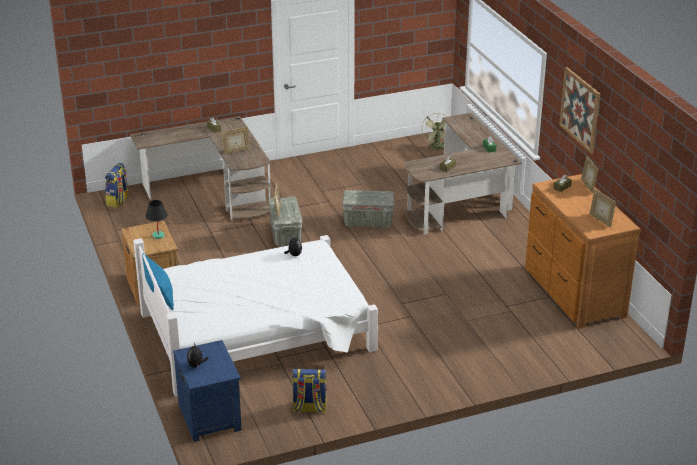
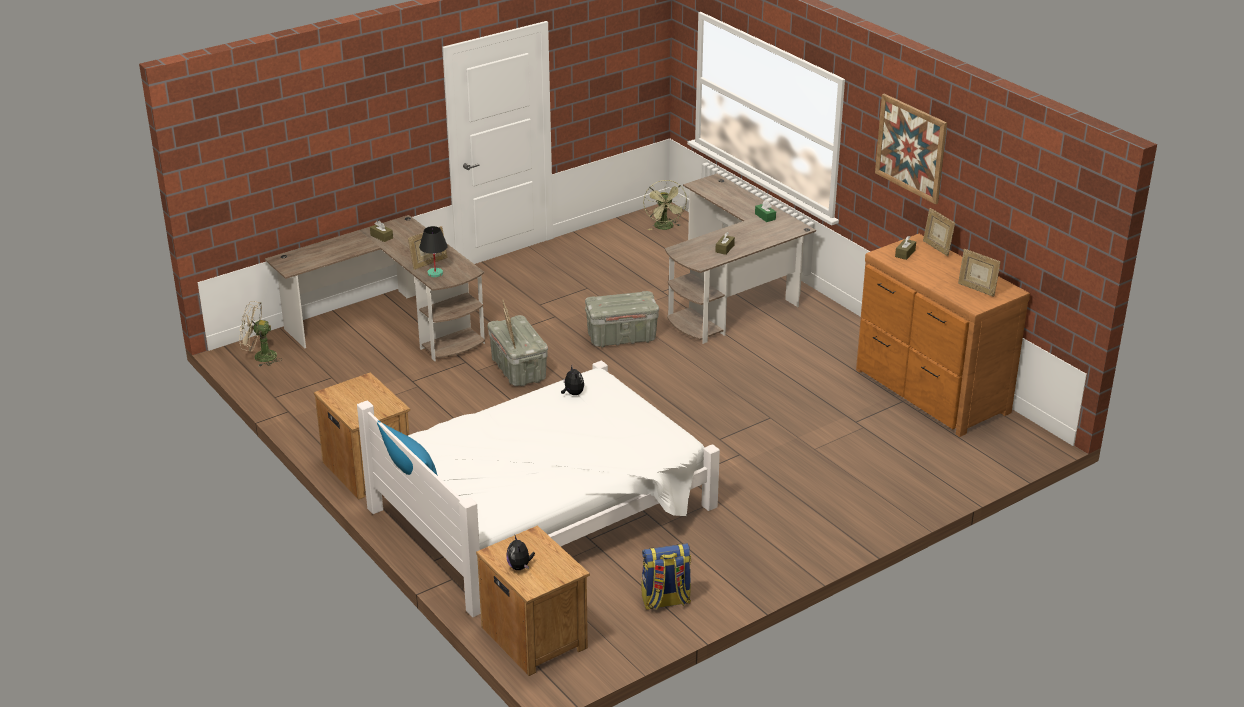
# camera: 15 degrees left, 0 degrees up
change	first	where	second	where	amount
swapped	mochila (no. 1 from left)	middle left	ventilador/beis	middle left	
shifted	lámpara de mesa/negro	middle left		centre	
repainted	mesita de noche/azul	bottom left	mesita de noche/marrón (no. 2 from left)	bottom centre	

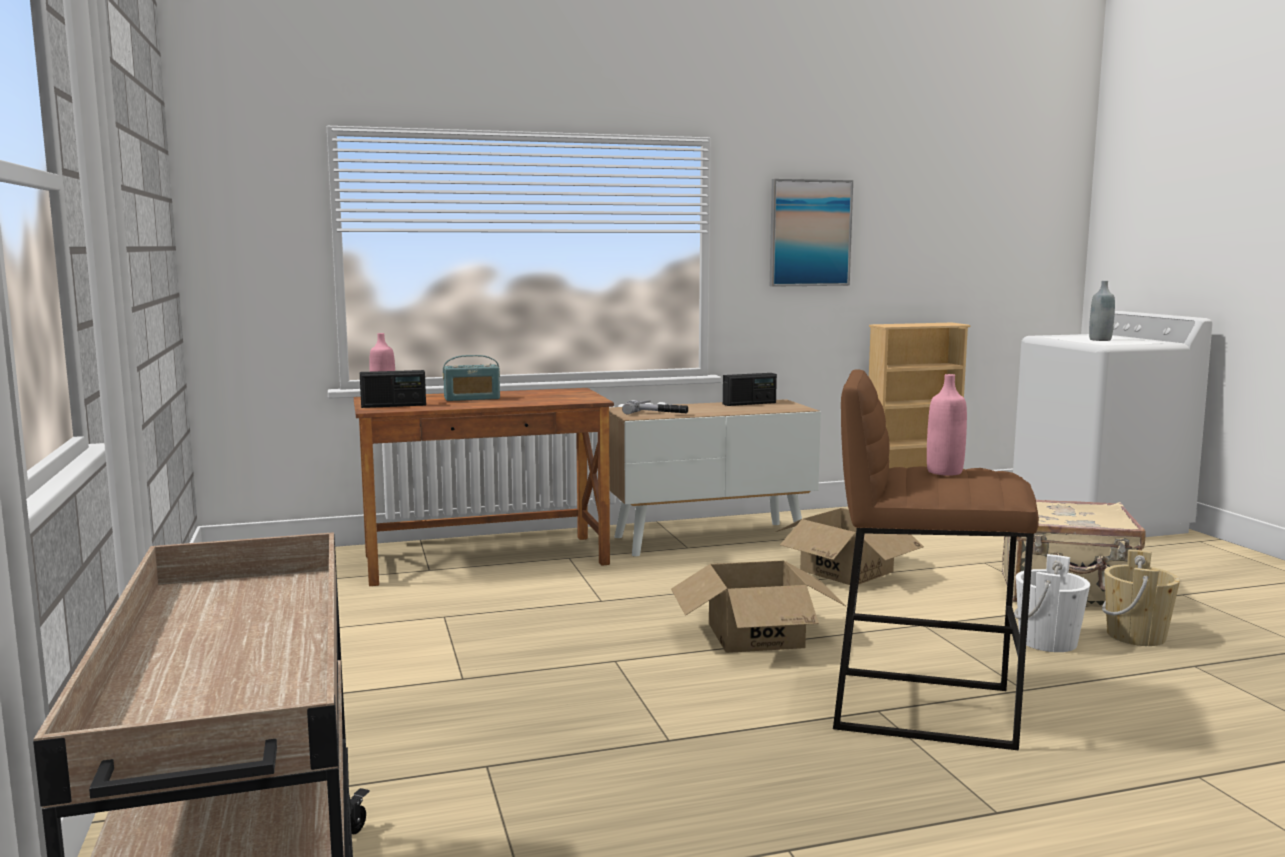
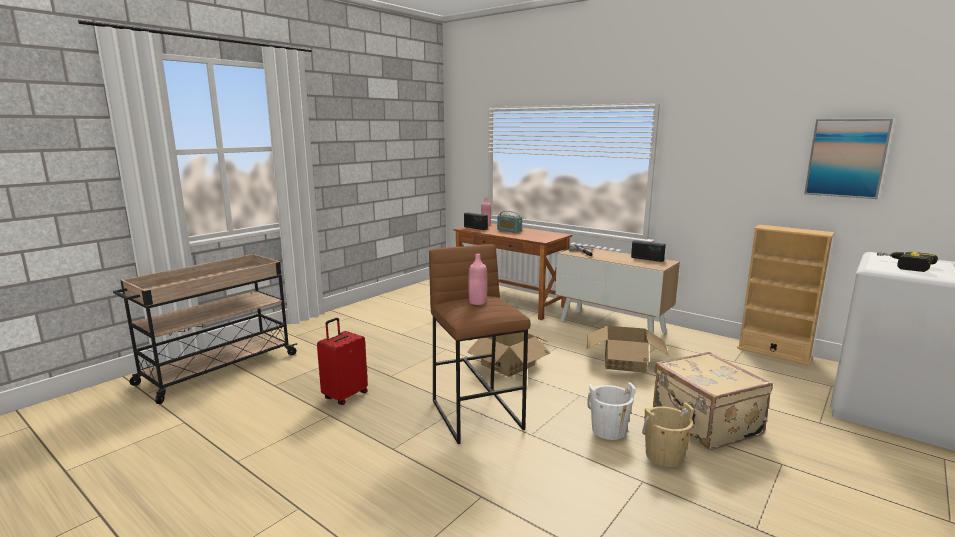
# camera: 55 degrees right, 5 degrees up
change	first	where	second	where	amount
new			maleta/rojo	bottom centre	
shifted	cuadro	top centre		top right	
swapped	botella/gris	middle right	taladro	middle right	

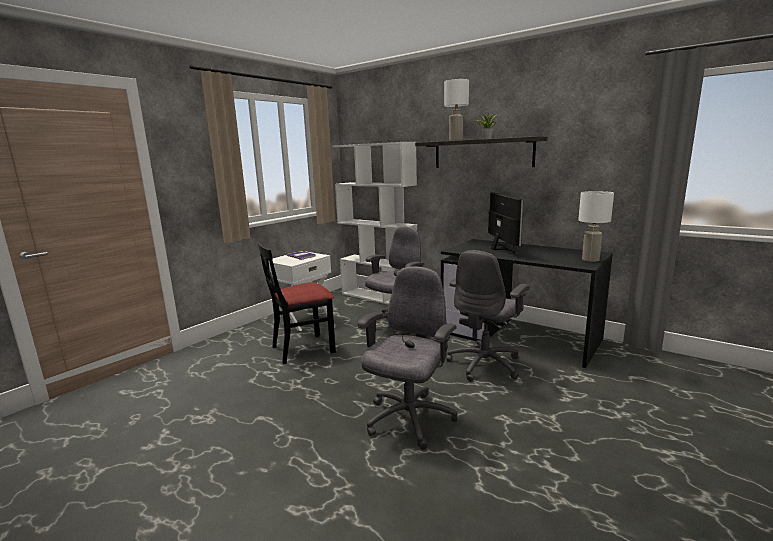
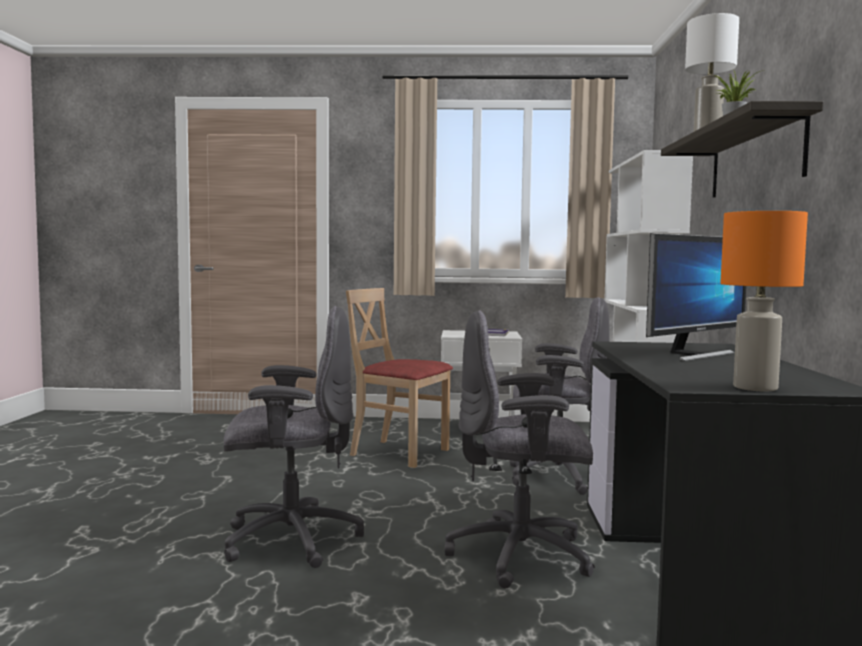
# camera: 55 degrees right, 10 degrees down
change	first	where	second	where	amount
repainted	silla/negro	centre	silla/beis	centre	
repainted	lámpara de mesa/blanco (no. 2 from left)	middle right	lámpara de mesa/naranja	middle right	

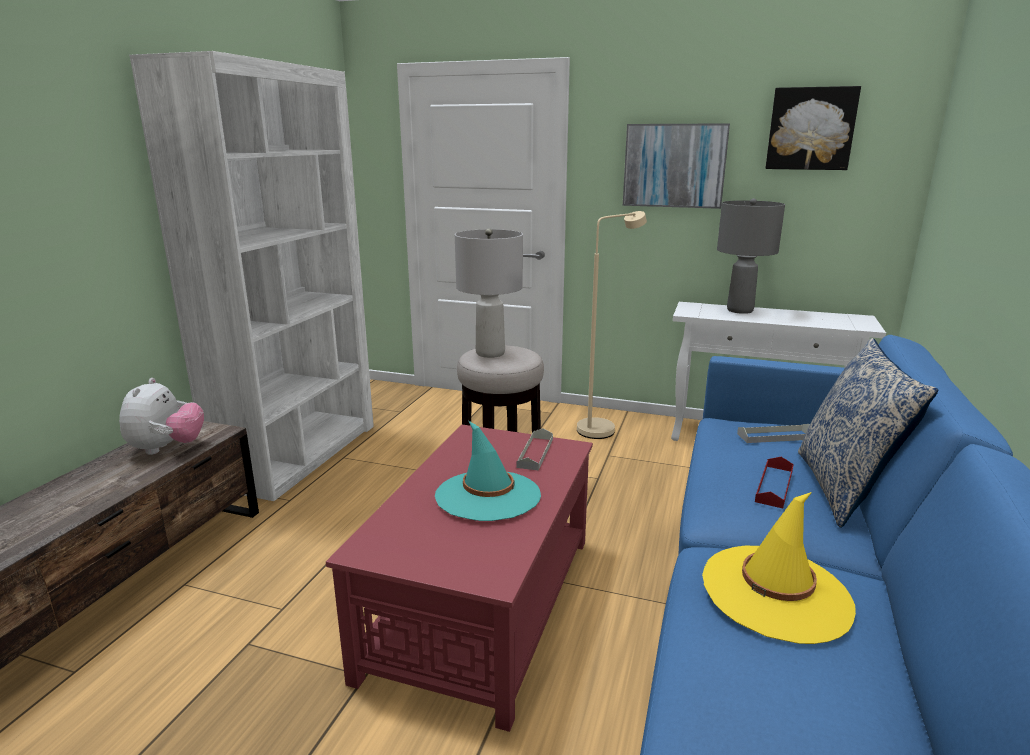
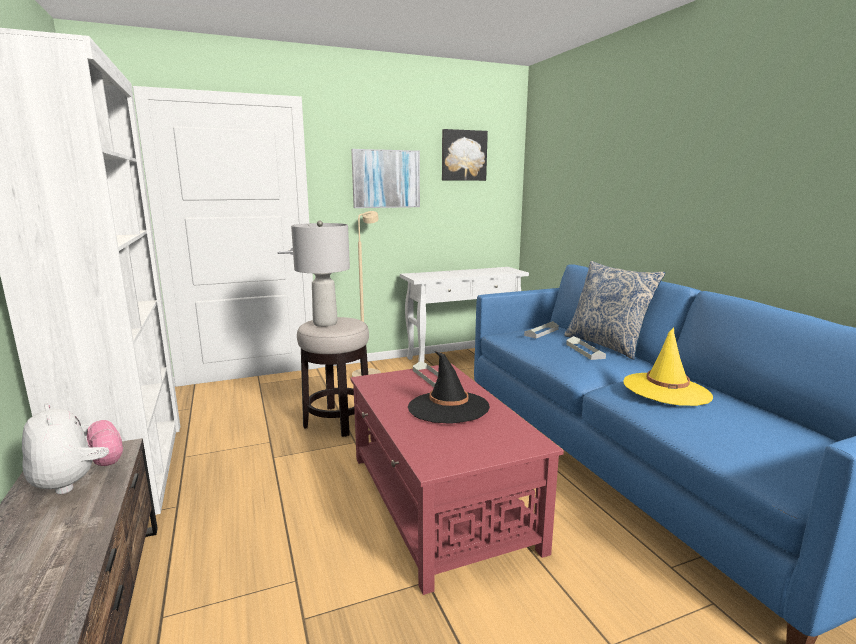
# camera: 40 degrees left, 5 degrees down
change	first	where	second	where	amount
repainted	sombrero/turquesa	centre	sombrero/negro	centre	
repainted	bandeja/rojo	middle right	bandeja/gris (no. 3 from left)	middle right	
gone	lámpara de mesa/gris (no. 2 from left)	middle right			

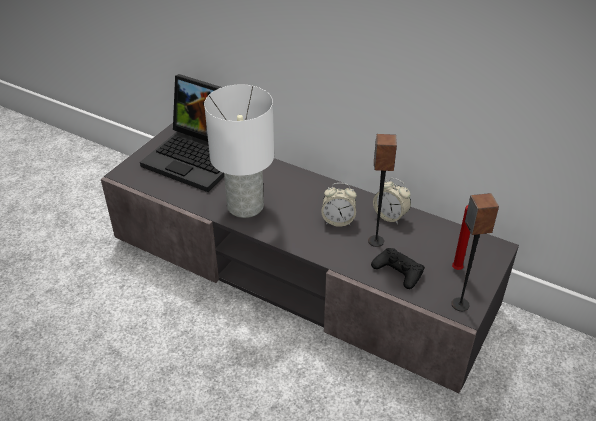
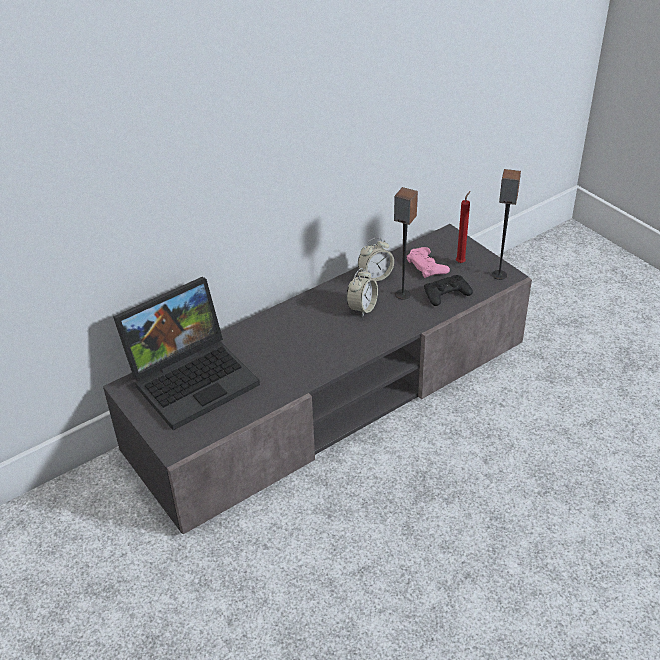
# camera: 65 degrees left, 0 degrees up
change	first	where	second	where	amount
new			mando de consola/rosa	centre	
gone	lámpara de mesa/blanco	centre			

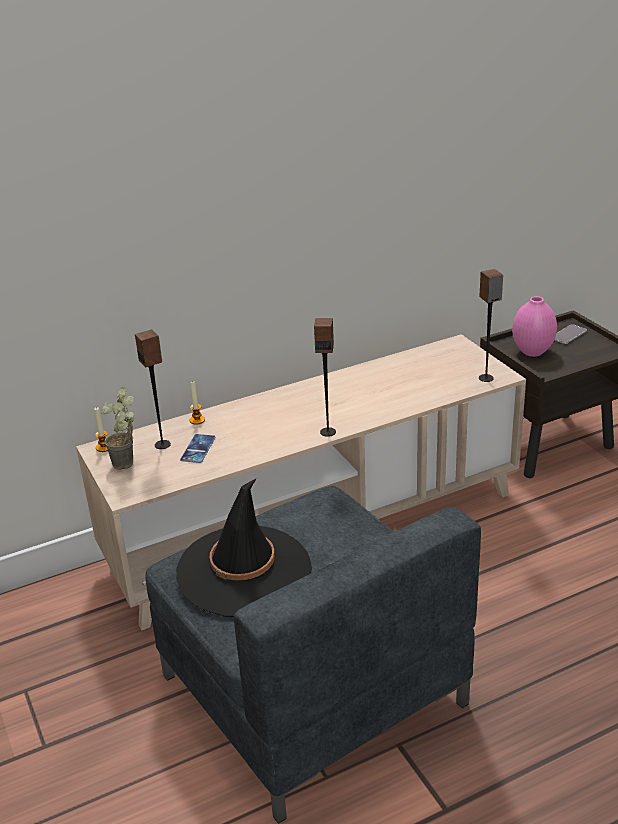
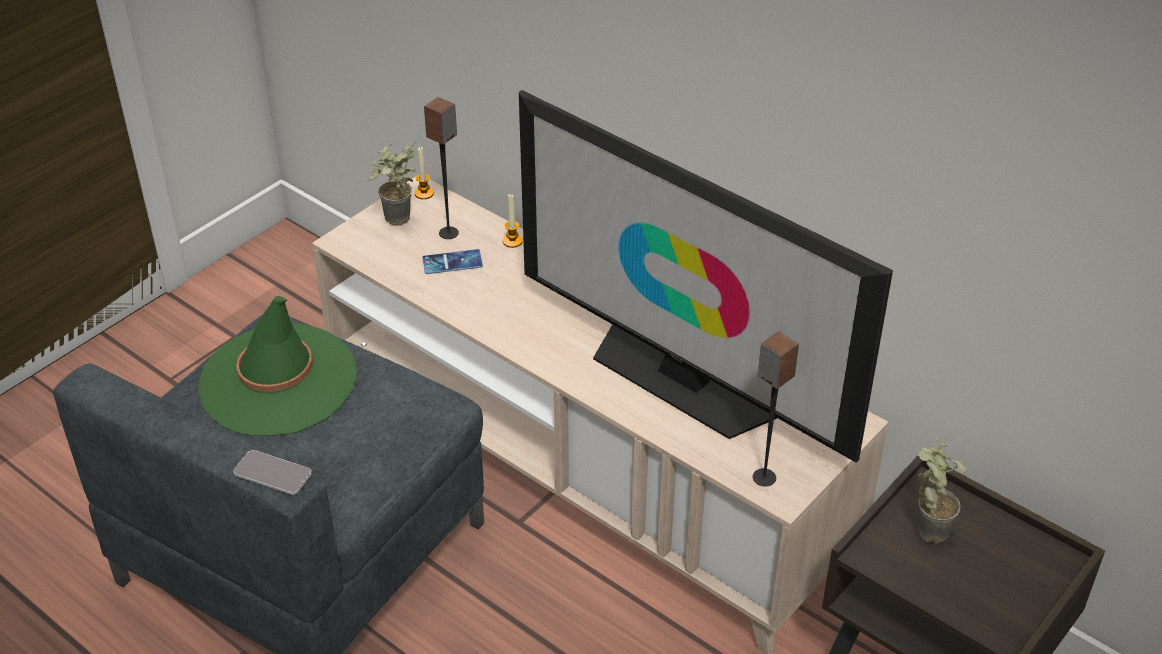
# camera: 65 degrees right, 10 degrees up
change	first	where	second	where	amount
repainted	sombrero/negro	centre	sombrero/verde	middle left	
shifted	móvil (no. 2 from left in the first image)	middle right	móvil (no. 1 from left)	bottom left	
new			televisor	centre	
swapped	florero/rosa	middle right	planta en maceta (no. 2 from left)	bottom right	
gone	altavoz (no. 2 from left)	centre			

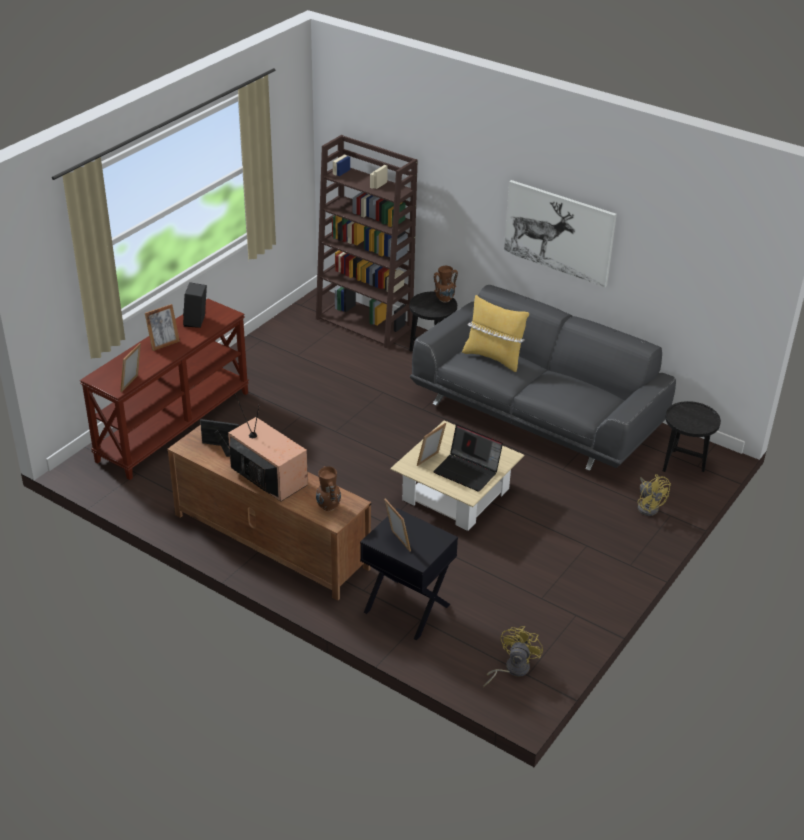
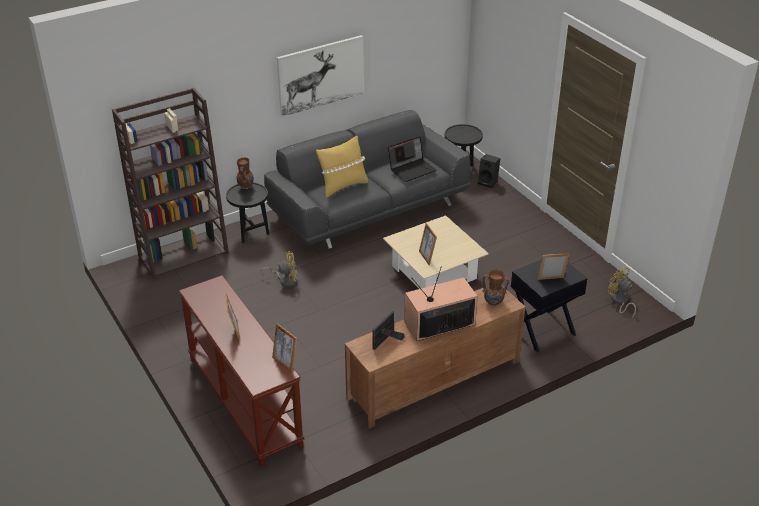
# camera: 65 degrees left, 0 degrees up
change	first	where	second	where	amount
shifted	ventilador/amarillo (no. 2 from left in the first image)	middle right	ventilador/amarillo (no. 1 from left)	centre	
shifted	portátil	centre		top centre	
shifted	altavoz/negro	middle left		centre	

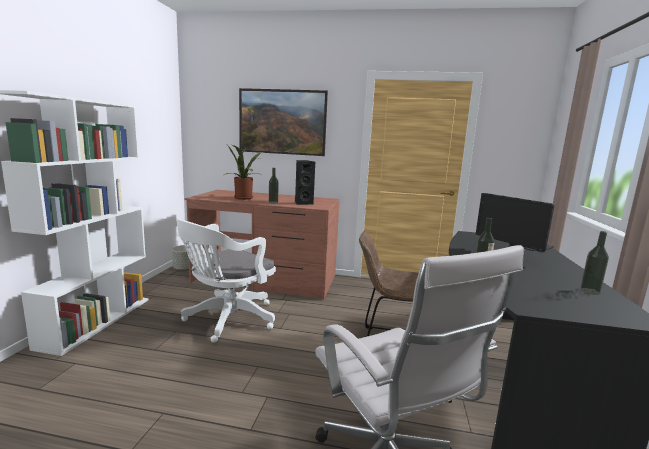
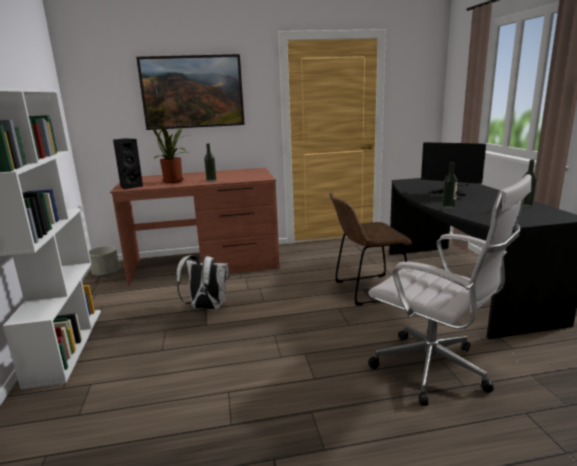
# camera: 20 degrees left, 5 degrees up
change	first	where	second	where	amount
shifted	altavoz/negro	centre		middle left	
swapped	silla de oficina/blanco (no. 1 from left)	centre	mochila/blanco	centre	

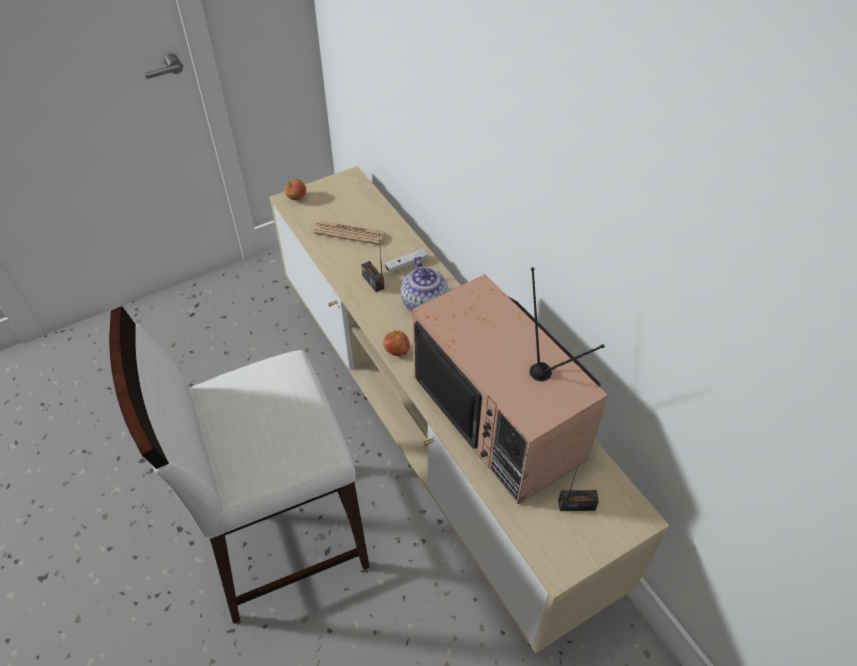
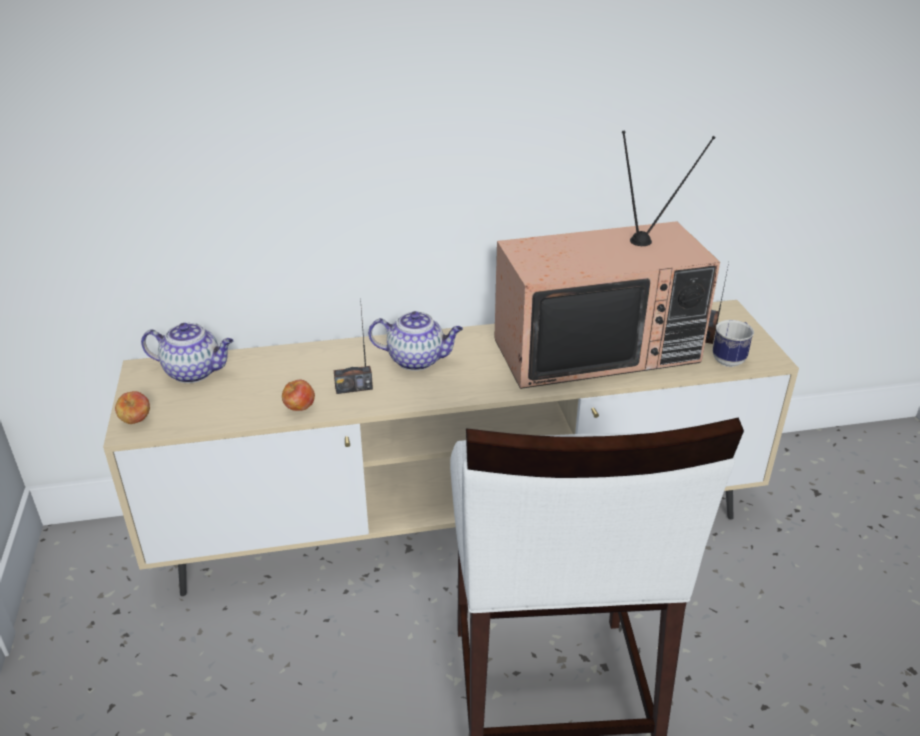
# camera: 70 degrees left, 15 degrees down
change	first	where	second	where	amount
new			tetera (no. 1 from left)	middle left	
shifted	manzana (no. 2 from left)	centre		middle left	
new			taza grande	middle right	
gone	periódico	centre			
gone	mando de consola/blanco	centre			

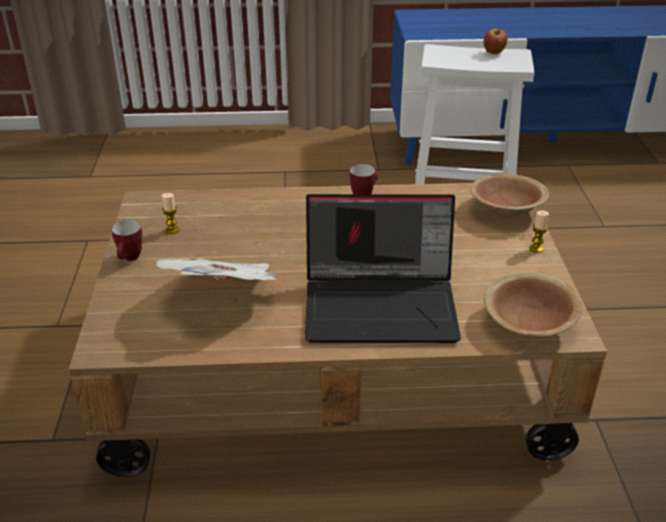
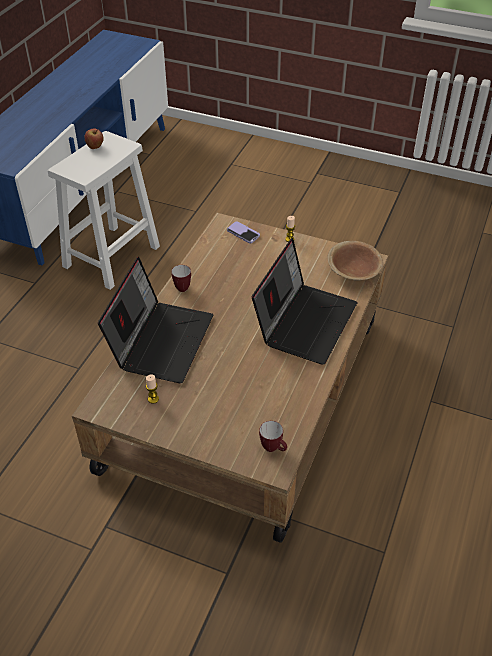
# camera: 65 degrees left, 10 degrees up
change	first	where	second	where	amount
new			portátil (no. 1 from left)	middle left	
swapped	cuenco/marrón (no. 1 from left)	middle right	móvil	centre	
shifted	taza grande (no. 1 from left in the first image)	middle left	taza grande (no. 2 from left)	centre	
gone	periódico	middle left			

